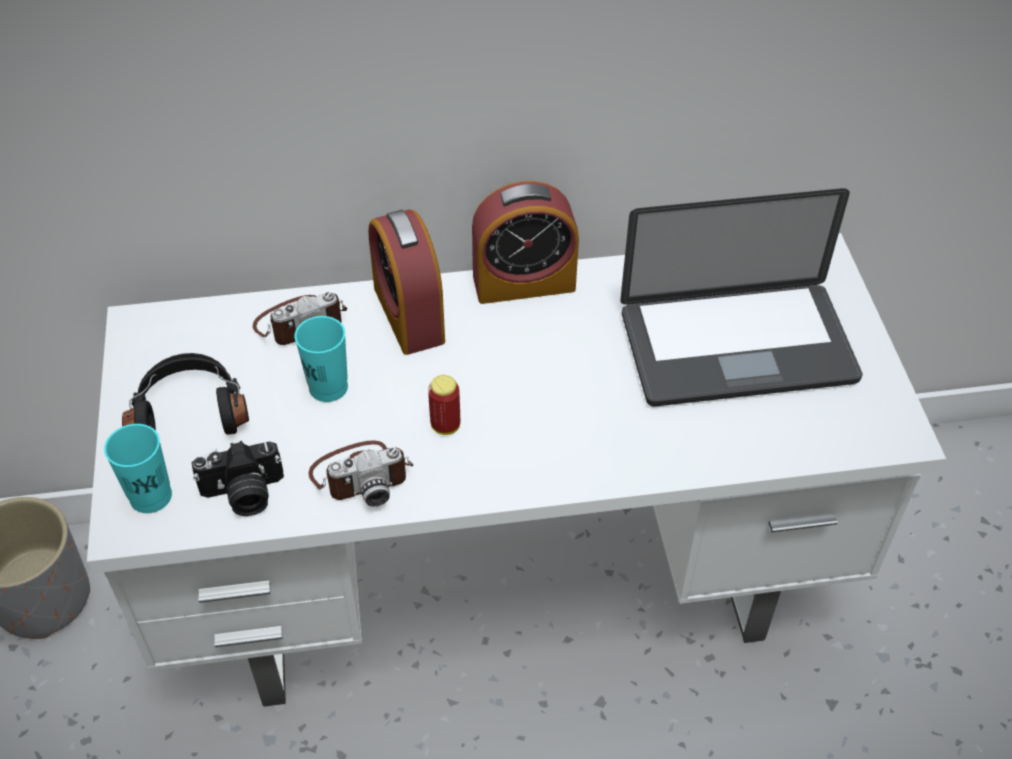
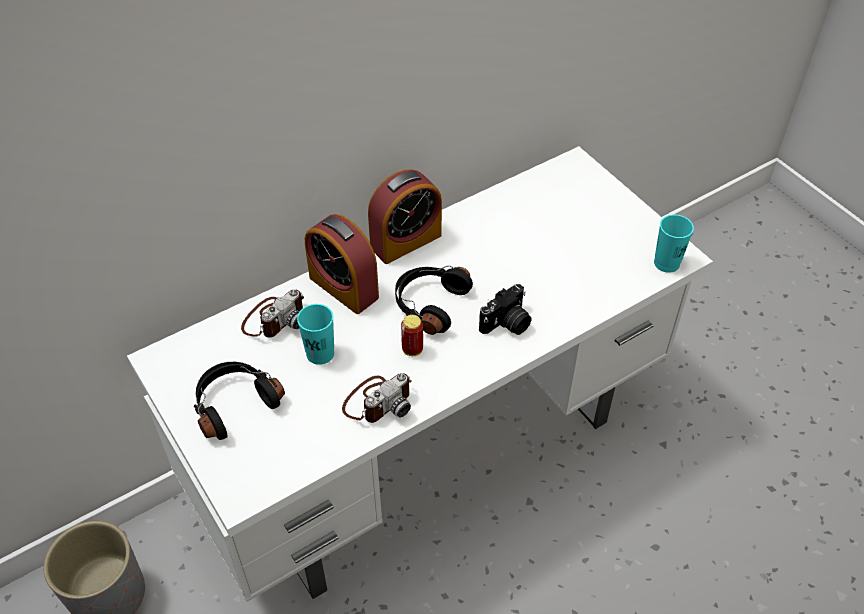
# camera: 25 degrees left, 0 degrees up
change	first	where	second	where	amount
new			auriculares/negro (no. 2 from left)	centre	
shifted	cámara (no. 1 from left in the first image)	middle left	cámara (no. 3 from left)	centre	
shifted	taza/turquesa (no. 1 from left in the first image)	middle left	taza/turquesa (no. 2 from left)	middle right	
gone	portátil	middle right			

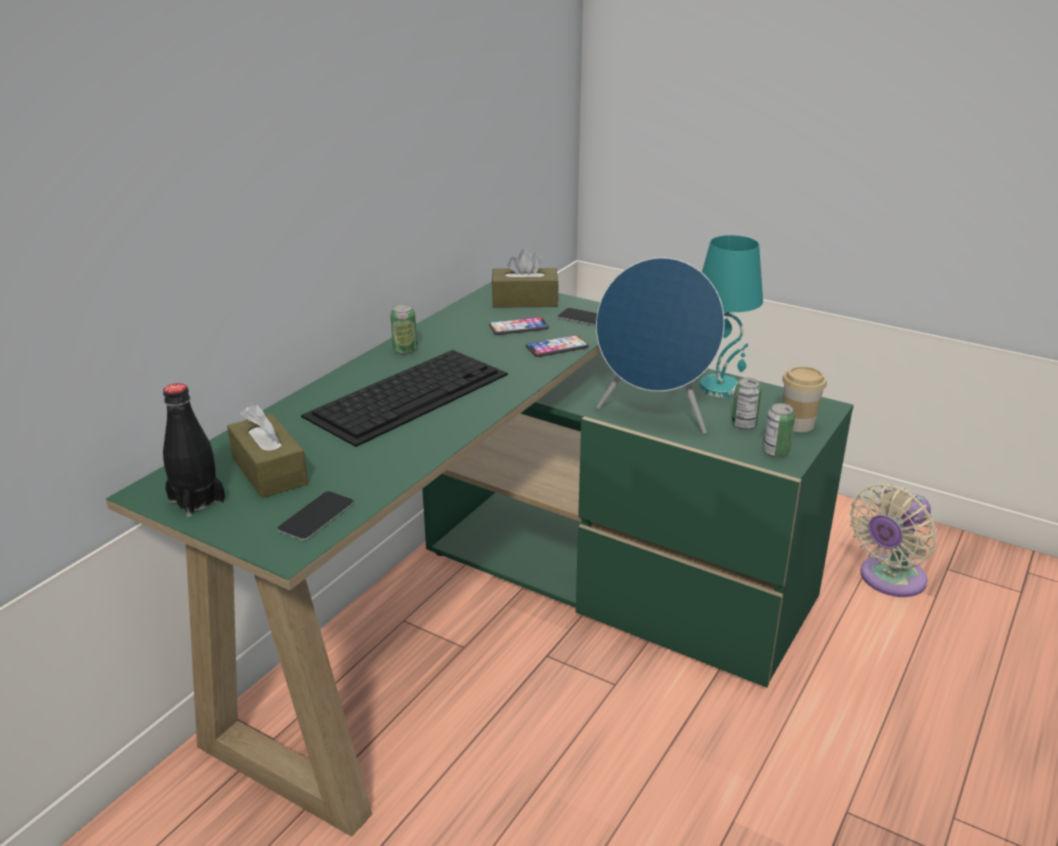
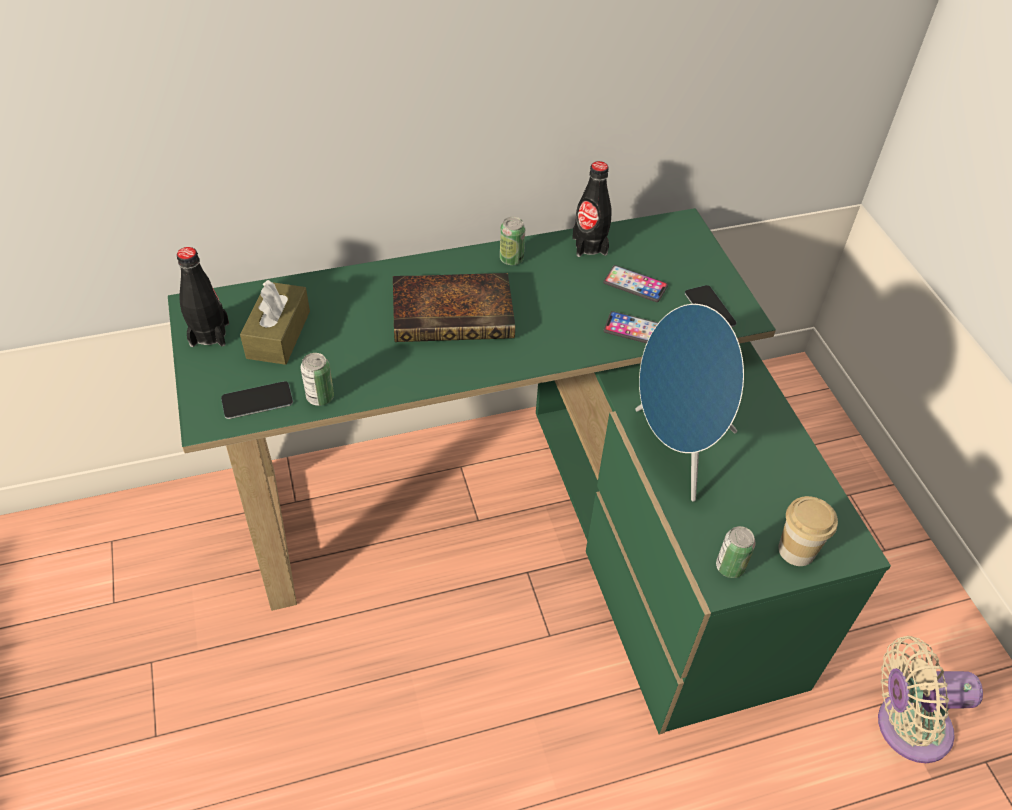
# camera: 40 degrees right, 20 degrees up
change	first	where	second	where	amount
shifted	lata (no. 2 from left in the first image)	middle right	lata (no. 1 from left)	middle left	
swapped	teclado	centre	libro	centre	
new			botella/negro (no. 2 from left)	top centre	
gone	caja de pañuelos/marrón (no. 2 from left)	top centre			
gone	lámpara de mesa/turquesa	middle right			

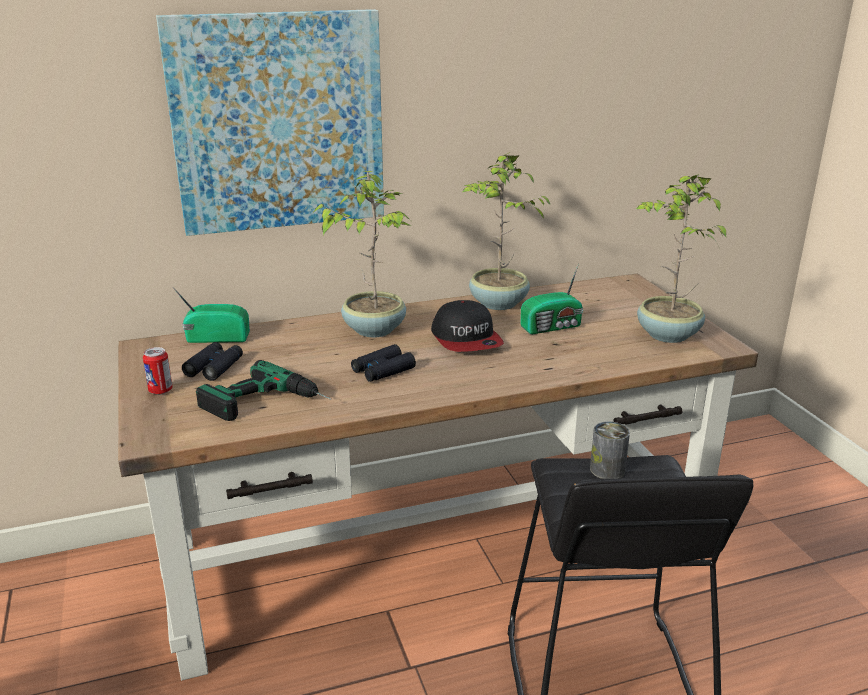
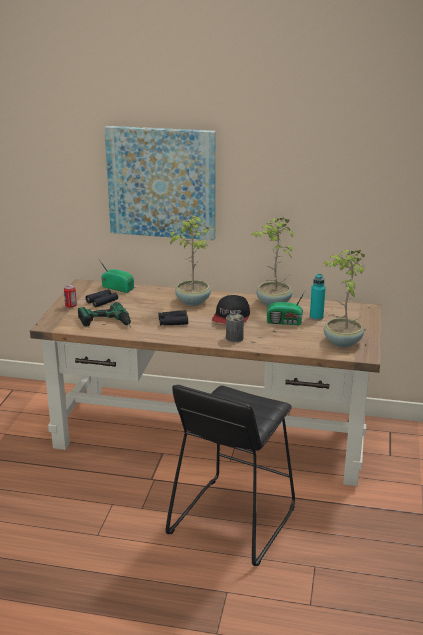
# camera: 30 degrees right, 0 degrees up
change	first	where	second	where	amount
shifted	lata (no. 2 from left)	middle right		centre	
new			botella/turquesa	middle right	

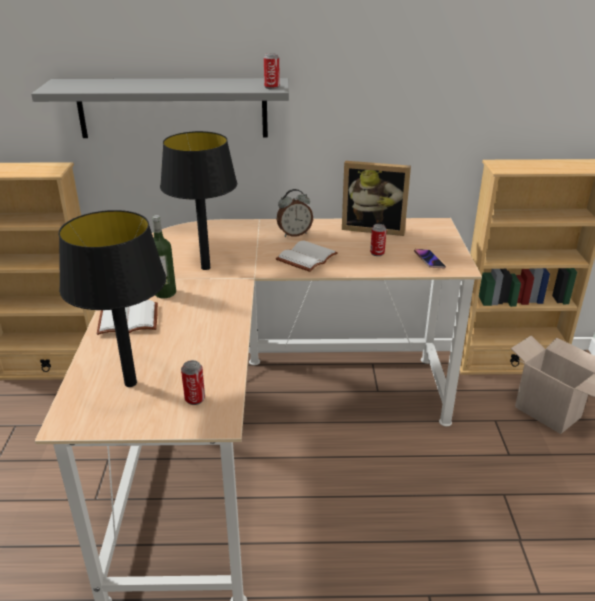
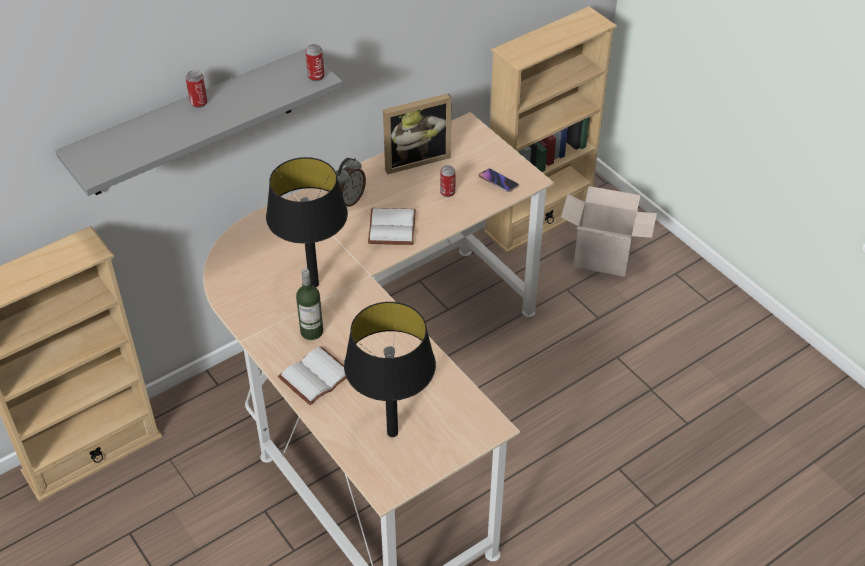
# camera: 35 degrees left, 15 degrees up
change	first	where	second	where	amount
shifted	lata (no. 1 from left)	middle left		top left	

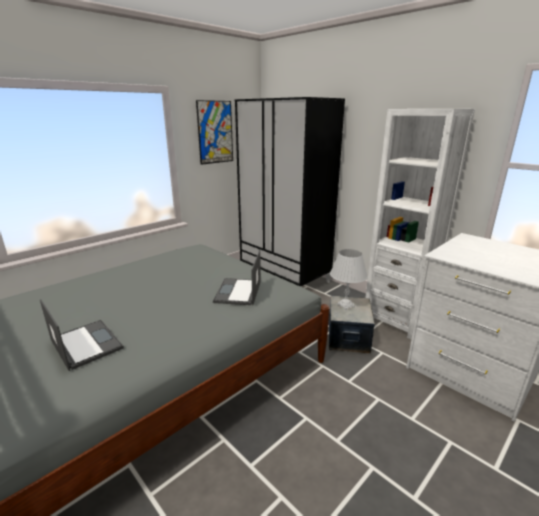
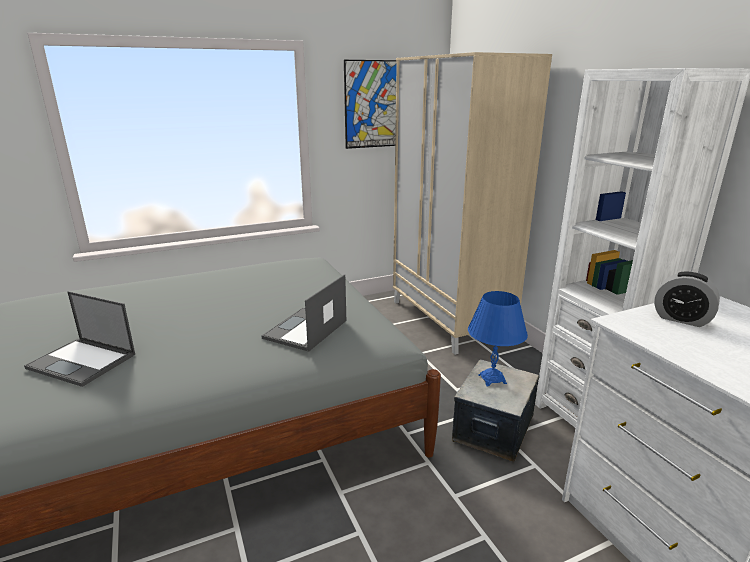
# camera: 20 degrees right, 0 degrees up
change	first	where	second	where	amount
rotated	portátil (no. 1 from left)	middle left		middle left	135 degrees clockwise
repainted	armario ropero/negro	centre	armario ropero/beis	centre	
repainted	lámpara de mesa/blanco	centre	lámpara de mesa/azul	centre	
new			despertador	middle right	

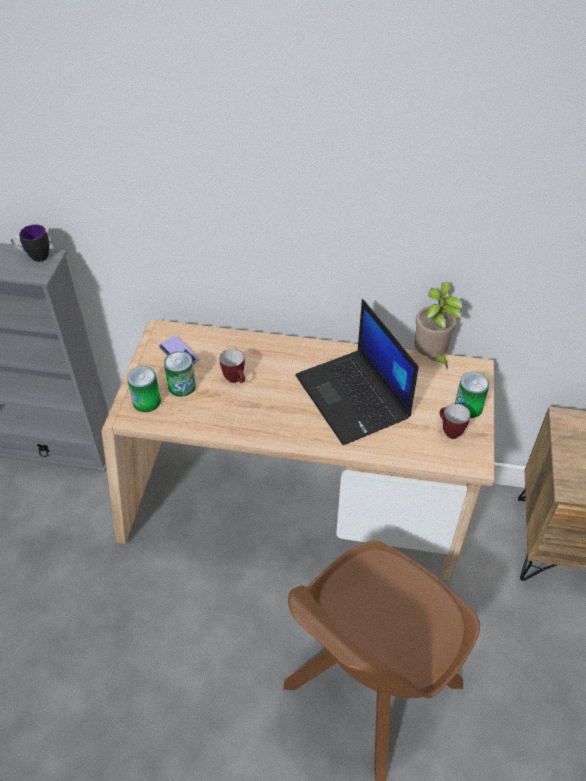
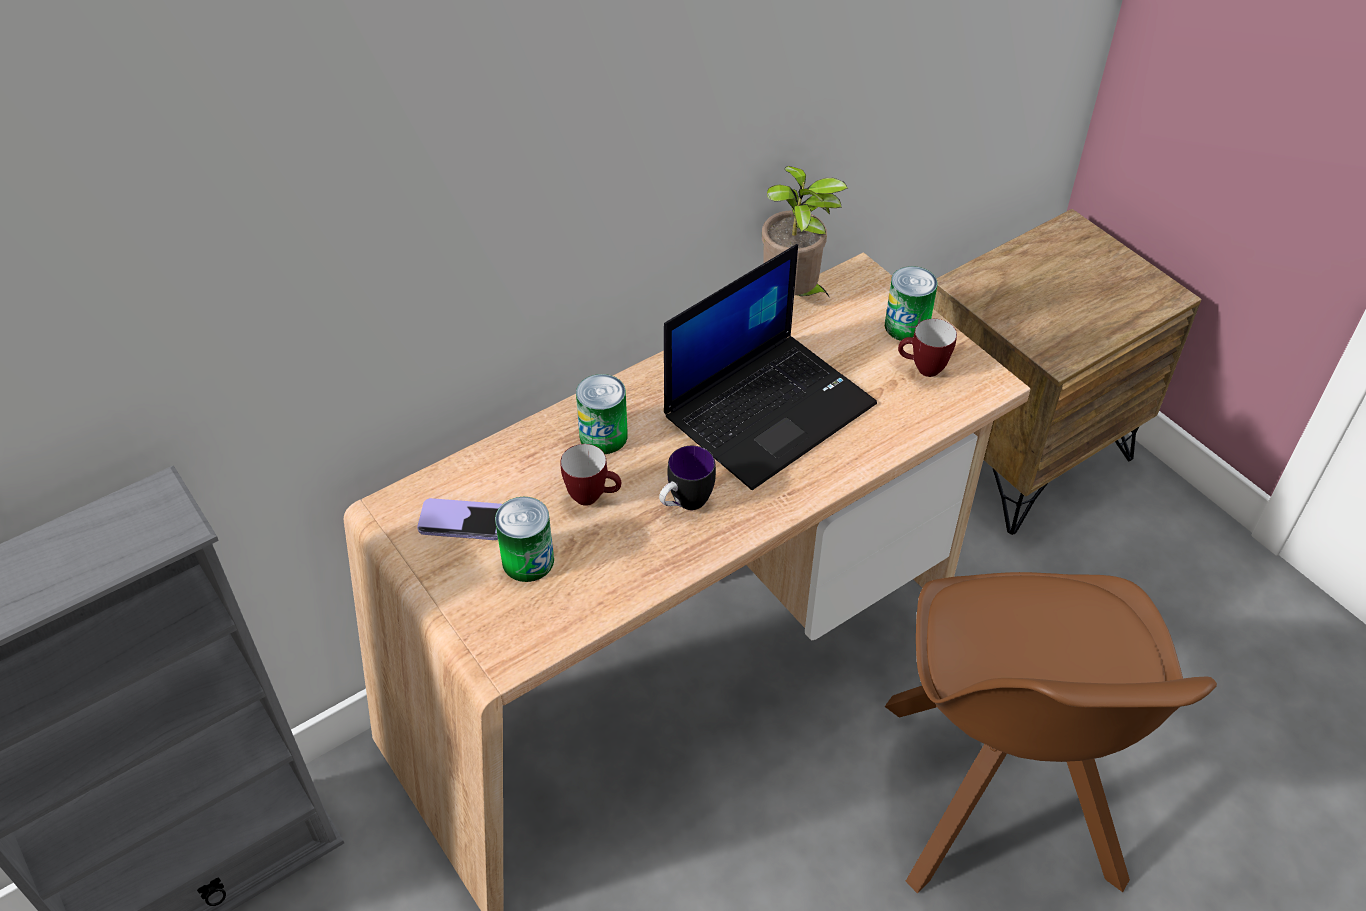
# camera: 45 degrees left, 0 degrees up
change	first	where	second	where	amount
shifted	lata (no. 1 from left in the first image)	middle left	lata (no. 2 from left)	centre	
shifted	taza grande (no. 1 from left in the first image)	top left	taza grande (no. 2 from left)	centre	
rotated	portátil	centre		centre	60 degrees counterclockwise

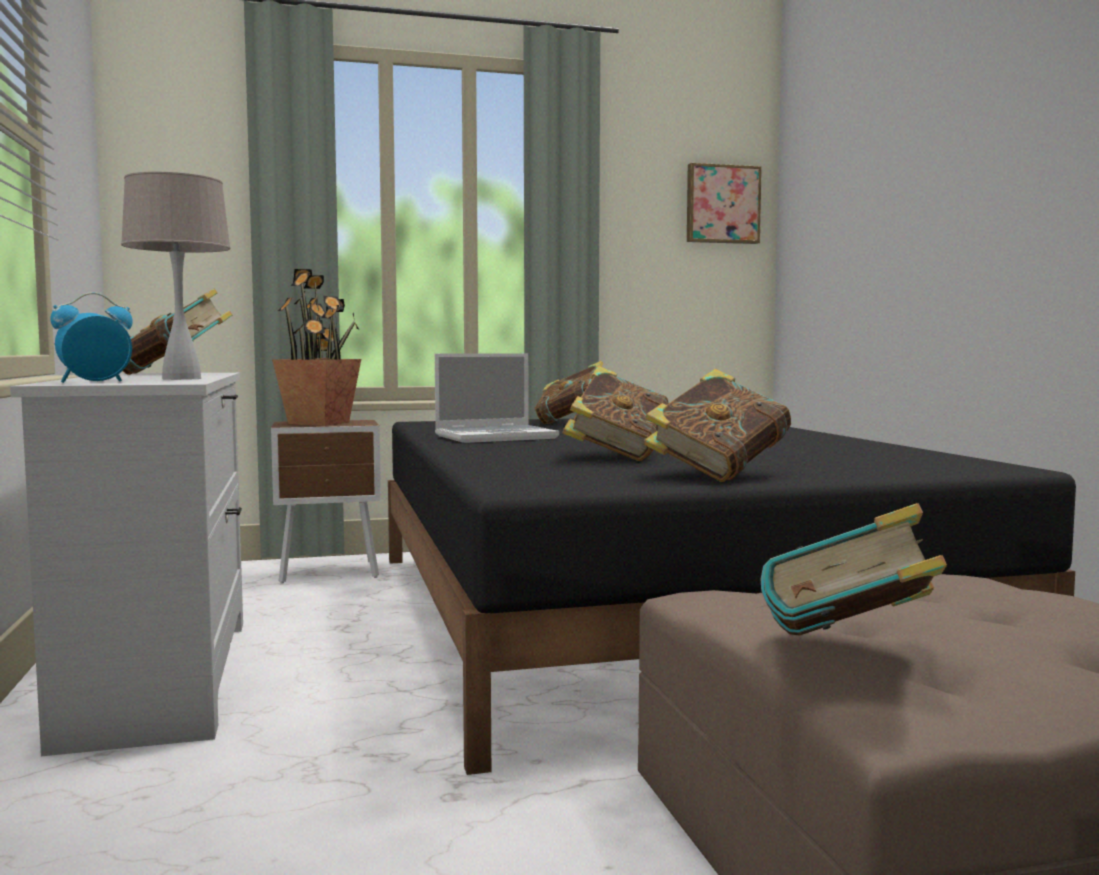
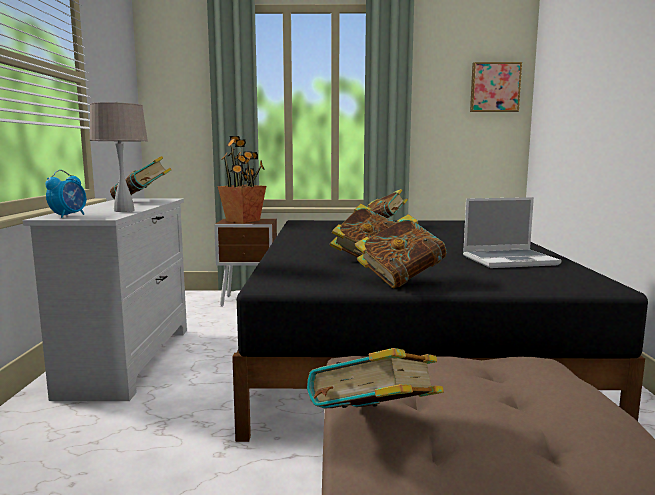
# camera: 15 degrees right, 5 degrees up
change	first	where	second	where	amount
rotated	despertador	middle left		middle left	135 degrees clockwise
shifted	portátil	centre		middle right	

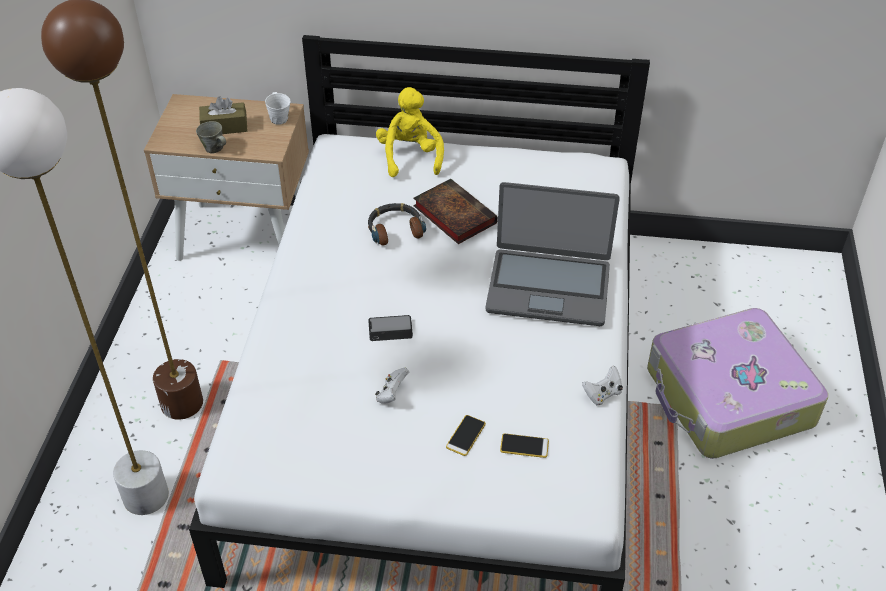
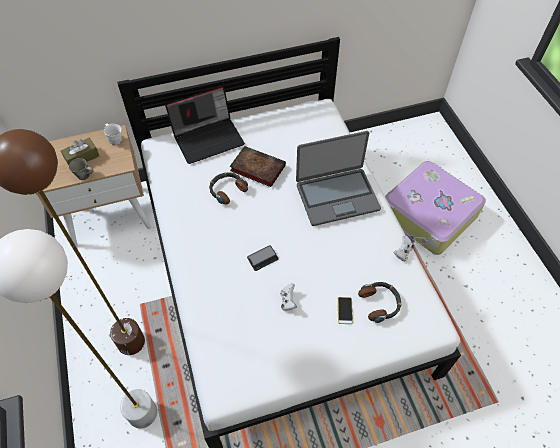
# camera: 25 degrees left, 10 degrees up
change	first	where	second	where	amount
swapped	peluche/amarillo	top centre	portátil (no. 1 from left)	top centre	
swapped	móvil (no. 3 from left)	bottom centre	auriculares (no. 2 from left)	bottom right	

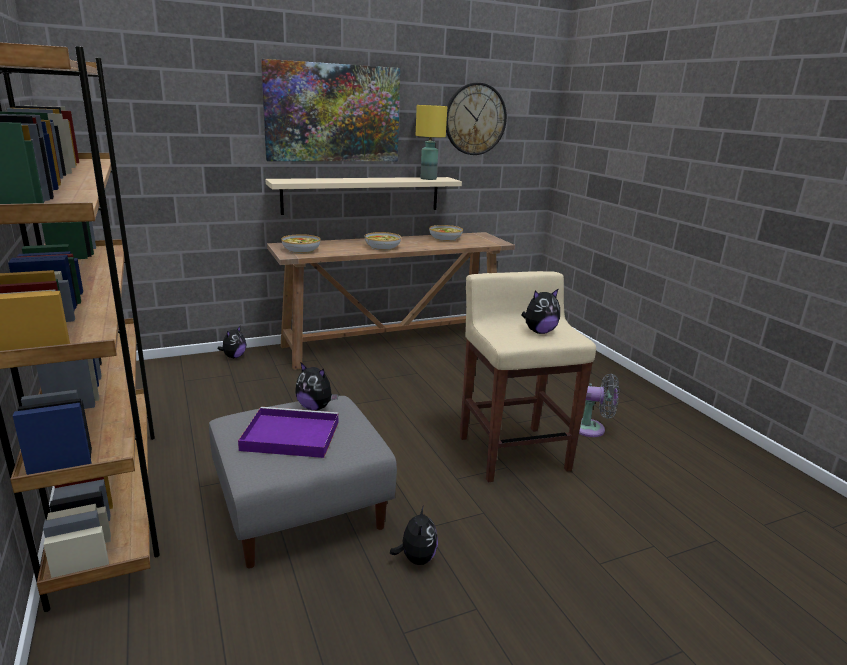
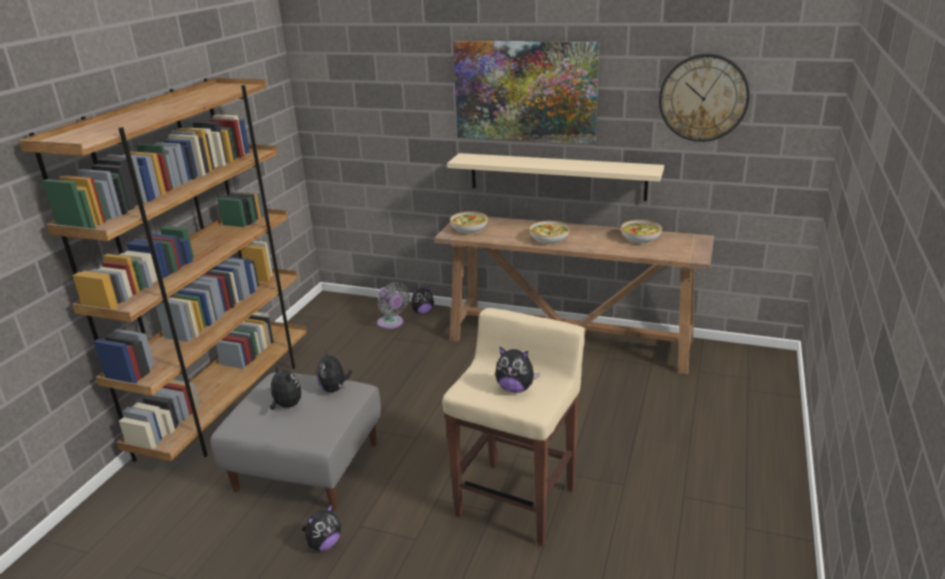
# camera: 45 degrees right, 5 degrees up
change	first	where	second	where	amount
swapped	bandeja/morado	centre	peluche (no. 1 from left)	bottom left	
shifted	ventilador/gris	middle right		centre	
gone	lámpara de mesa/amarillo	top centre			

